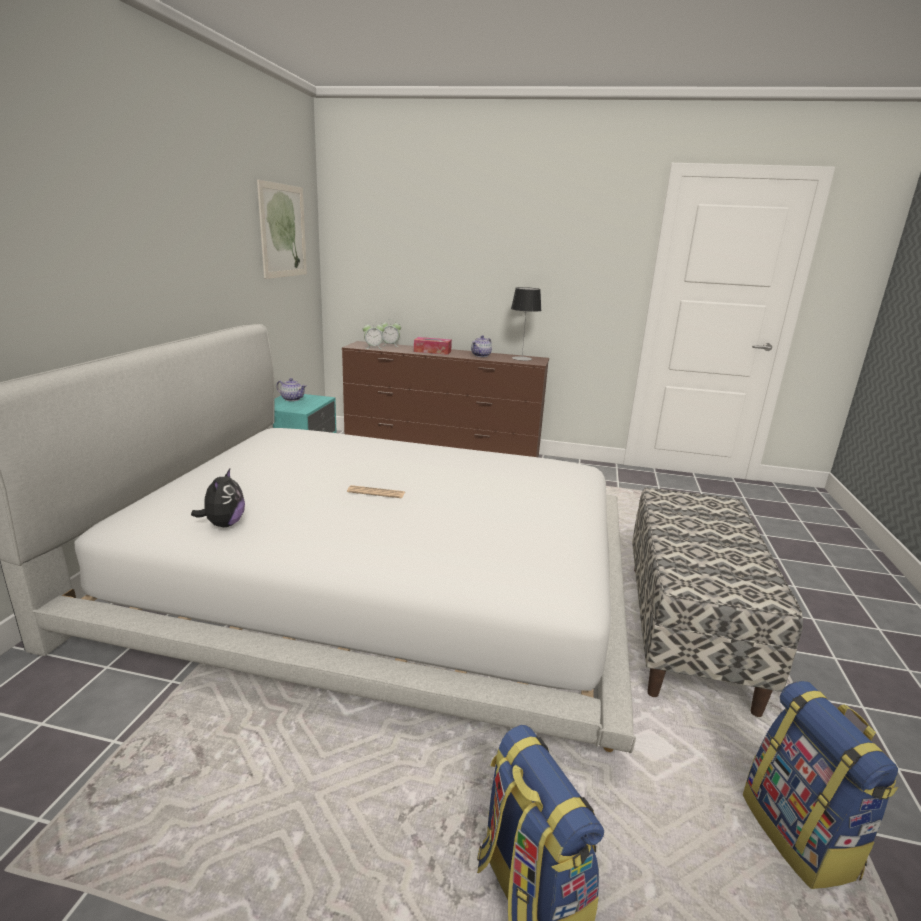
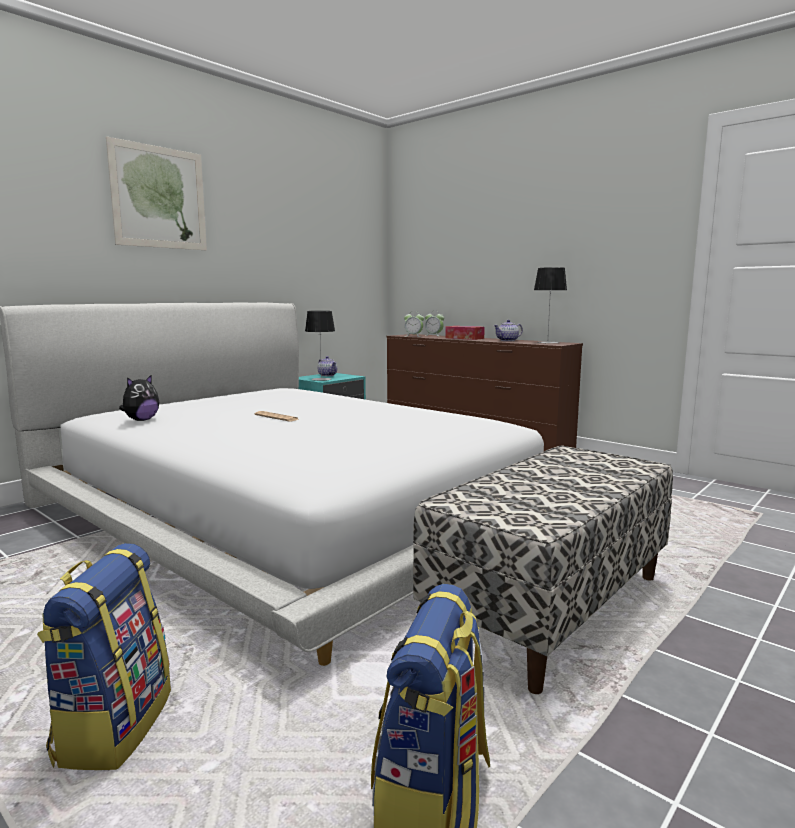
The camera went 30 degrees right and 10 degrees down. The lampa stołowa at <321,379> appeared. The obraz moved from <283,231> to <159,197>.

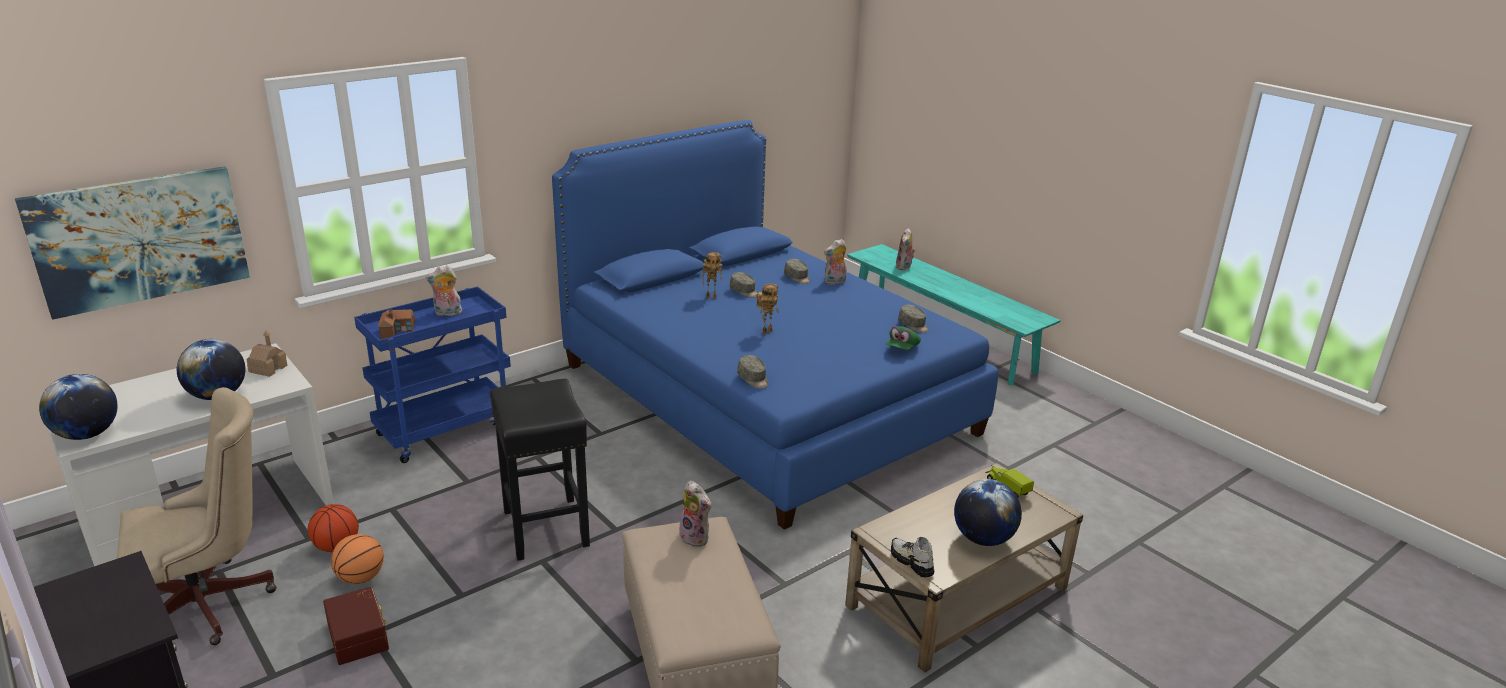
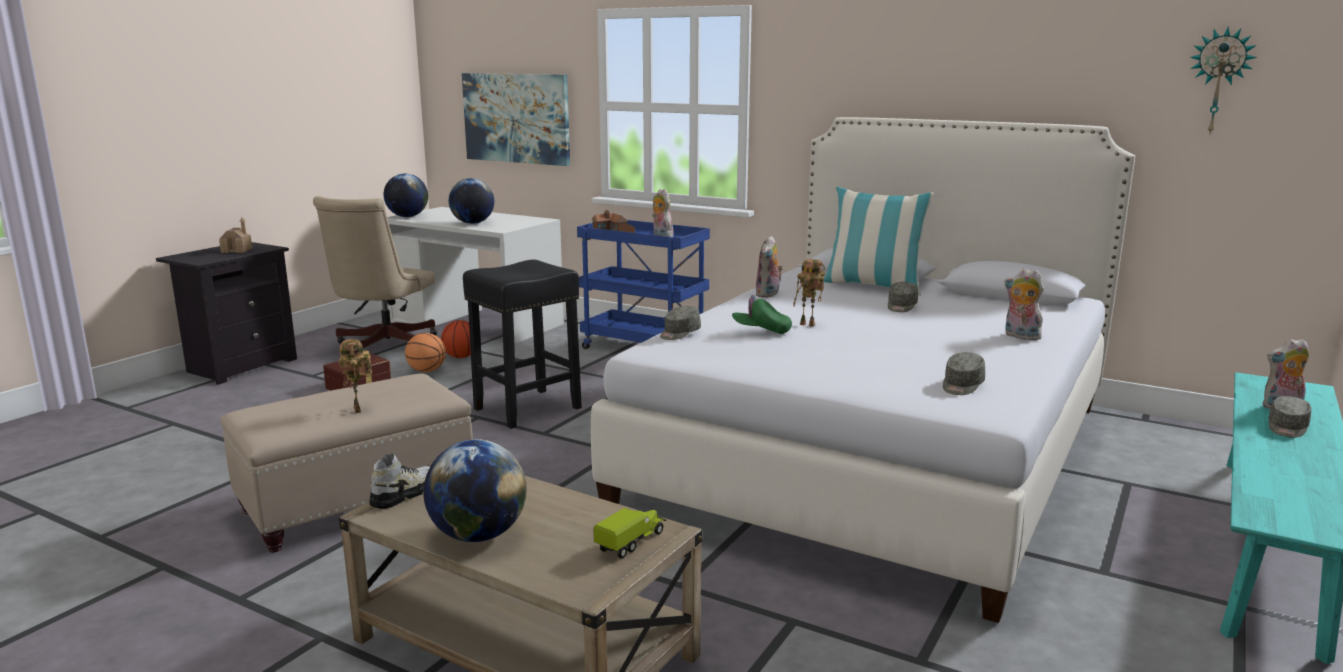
The camera went 70 degrees right and 10 degrees down. The poduszka at <873,286> appeared. The zegar ścienny at <1218,81> appeared. The domek moved from <268,369> to <237,250>. The pluszak moved from <696,537> to <768,294>. The robot zabawkowy moved from <712,297> to <359,410>. The czapka z daszkiem (szary) moved from <797,278> to <1287,428>. The czapka z daszkiem (zielony) moved from <902,348> to <761,330>. The łóżko (niebieski) at <764,398> became the łóżko (biały) at <875,452>. The krzesło biurowe (beżowy) at <211,604> turned 60 degrees clockwise.

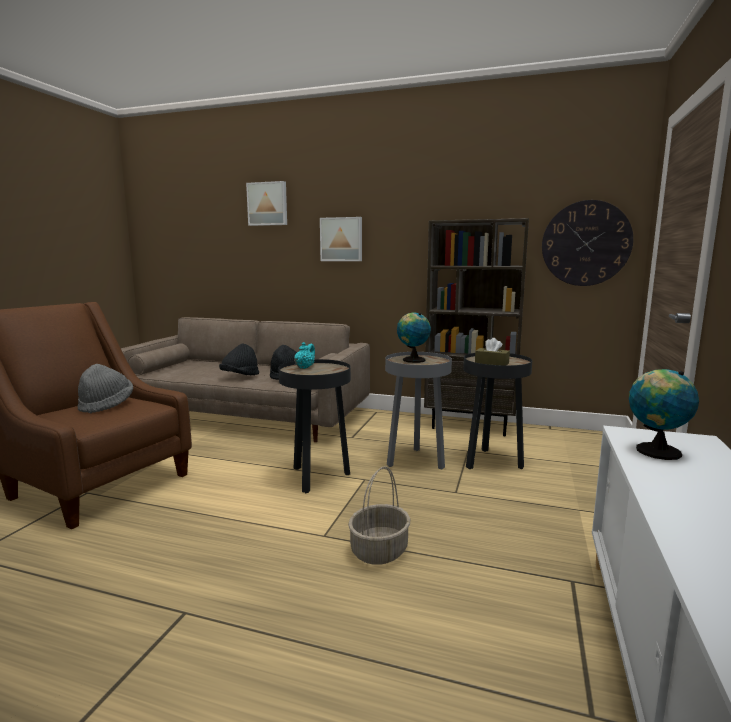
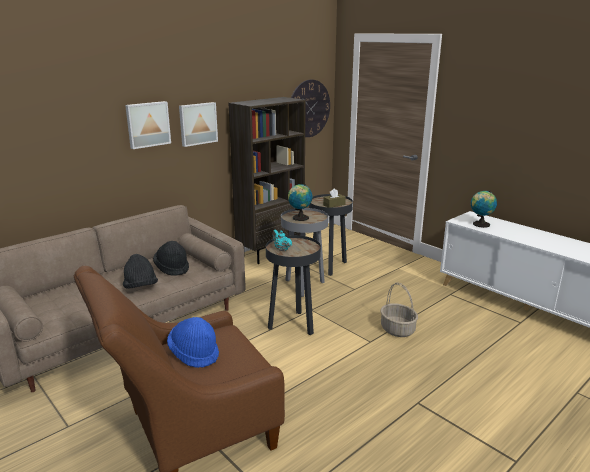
The camera went 60 degrees left and 10 degrees up. The obraz moved from <268,204> to <197,123>. The kapelusz (szary) at <106,405> became the kapelusz (niebieski) at <194,353>.

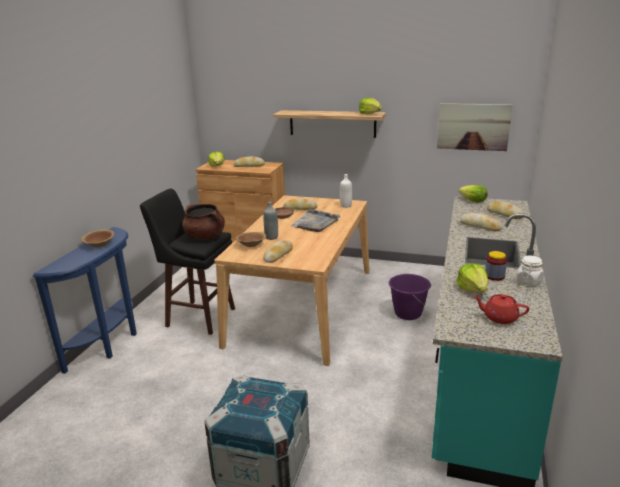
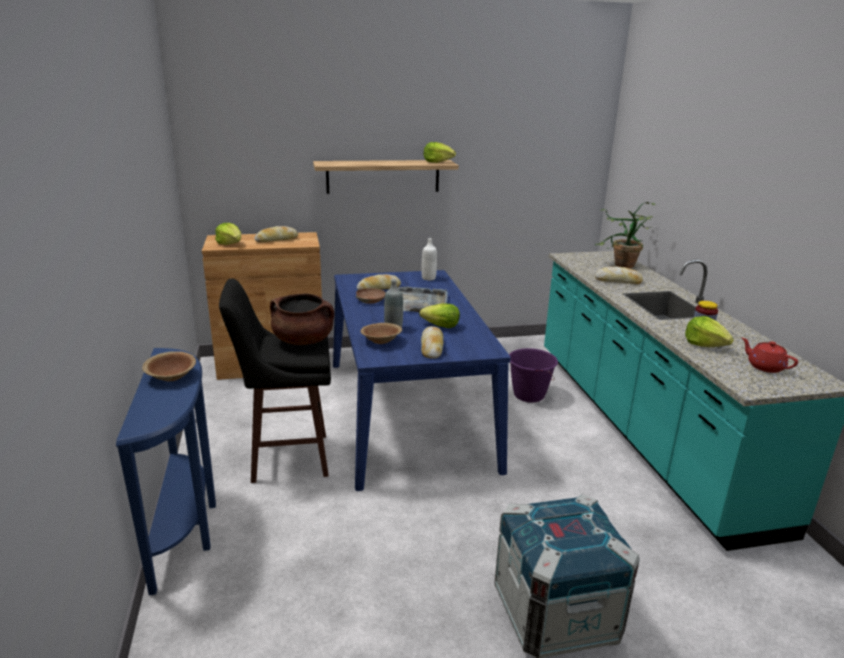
The camera went 30 degrees left and 0 degrees up. The obraz at <473,126> disappeared. The słoik (biały) at <528,281> disappeared. The sałata moved from <473,201> to <441,326>. The chleb at <504,214> was replaced by the roślina doniczkowa at <620,266>. The stół jadalny (beżowy) at <303,305> became the stół jadalny (niebieski) at <407,412>. The imbryk (czerwony) at <499,318> turned 60 degrees clockwise.

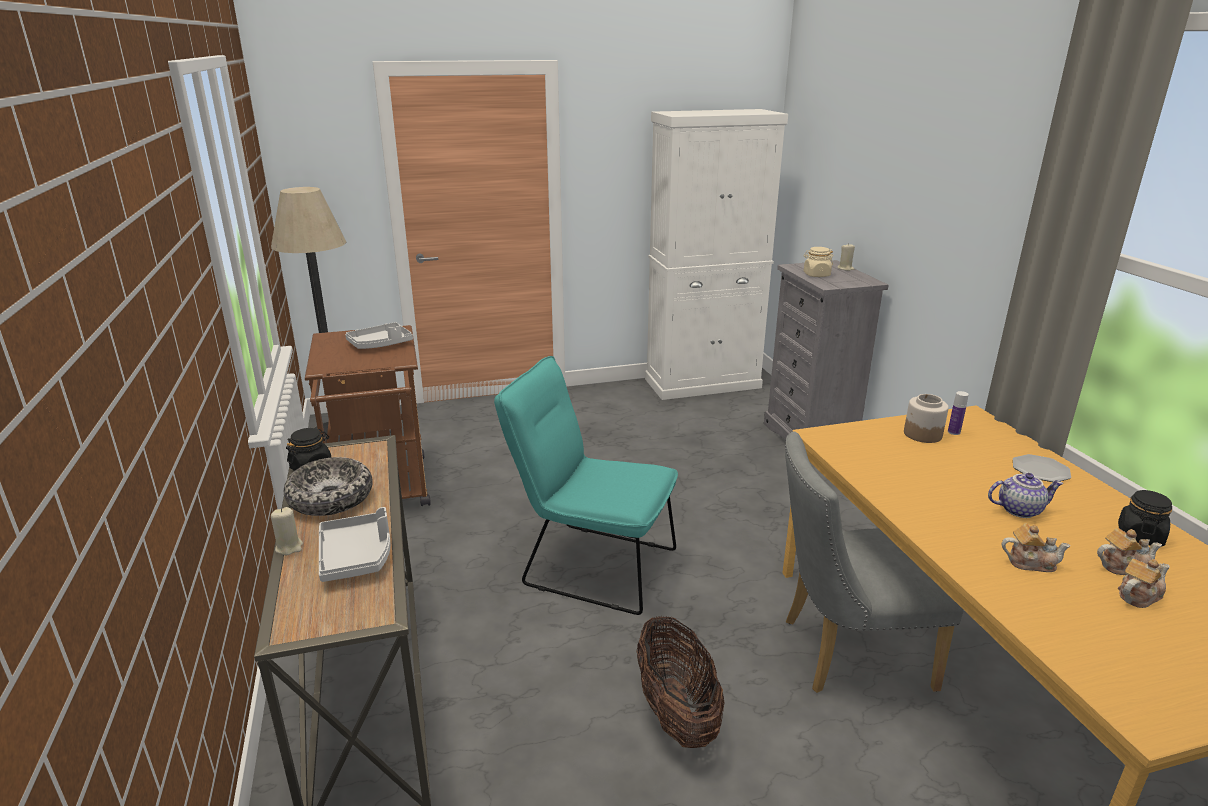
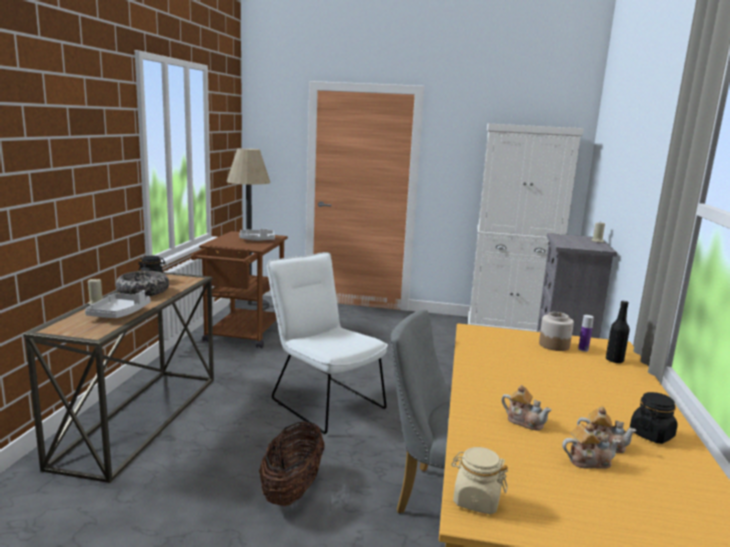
The camera went 25 degrees right and 10 degrees down. The imbryk at <1019,509> disappeared. The talerz at <1041,470> disappeared. The butelka (czarny) at <614,360> appeared. The słoik (beżowy) moved from <816,275> to <476,500>. The krzesło (turkusowy) at <590,564> became the krzesło (biały) at <323,401>.

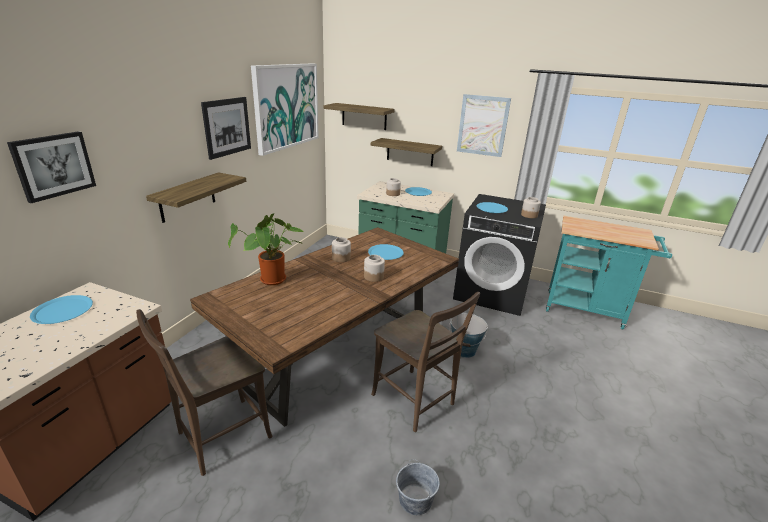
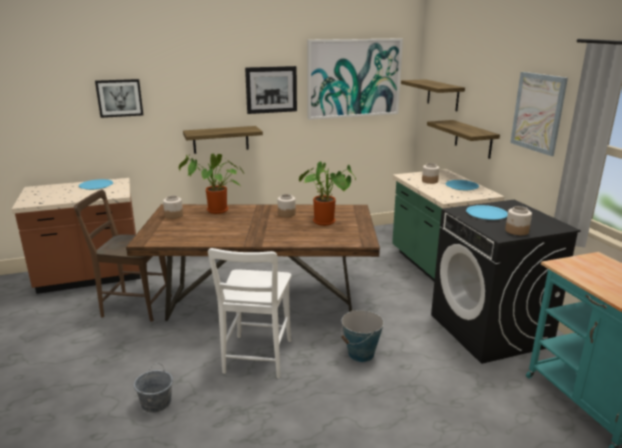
The camera went 50 degrees right and 5 degrees down. The słoik moved from <373,276> to <174,215>. The talerz (niebieski) at <385,253> was replaced by the roślina doniczkowa at <327,222>. The krzesło (brązowy) at <416,402> became the krzesło (biały) at <256,359>.

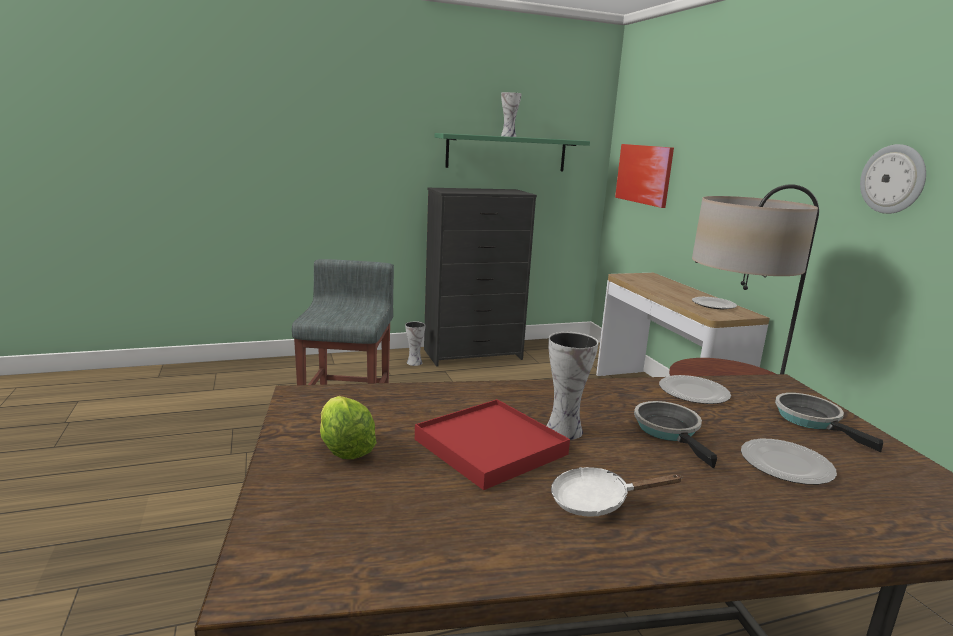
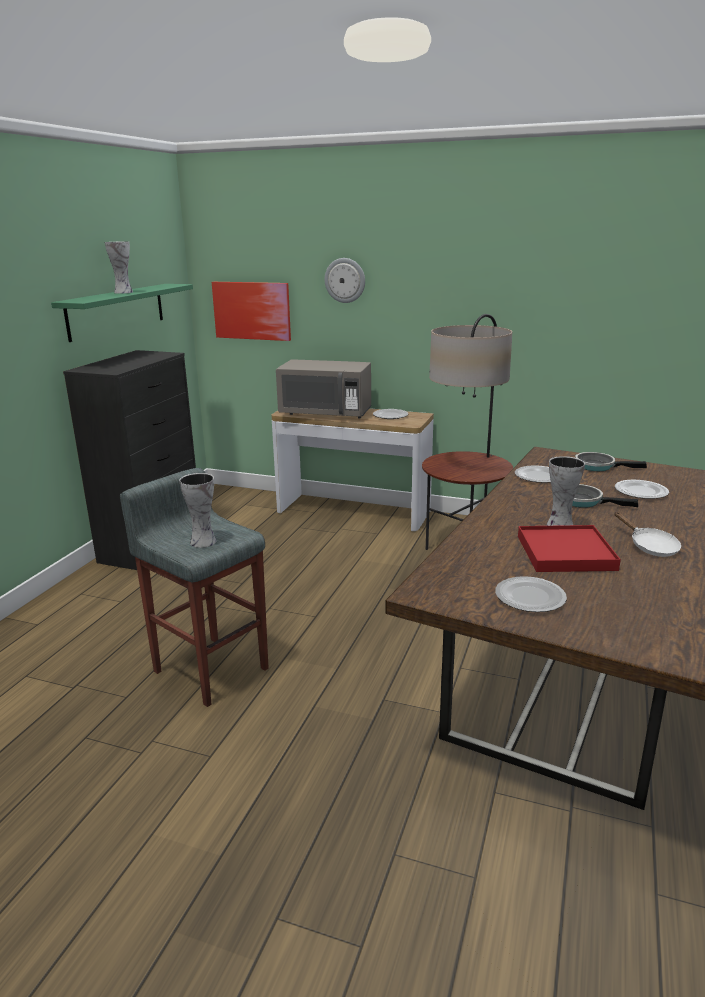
The camera went 50 degrees left and 5 degrees up. The mikrofalówka (szary) at <325,413> appeared. The wazon moved from <414,362> to <202,541>. The zegar ścienny moved from <893,179> to <345,280>. The sałata at <344,448> was replaced by the talerz at <530,597>. The patelnia (biały) at <597,501> turned 60 degrees counterclockwise.

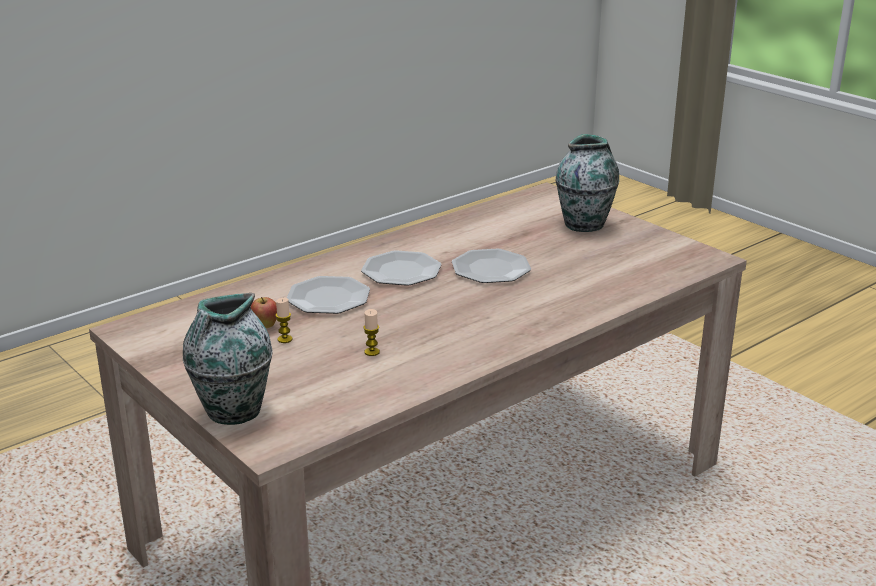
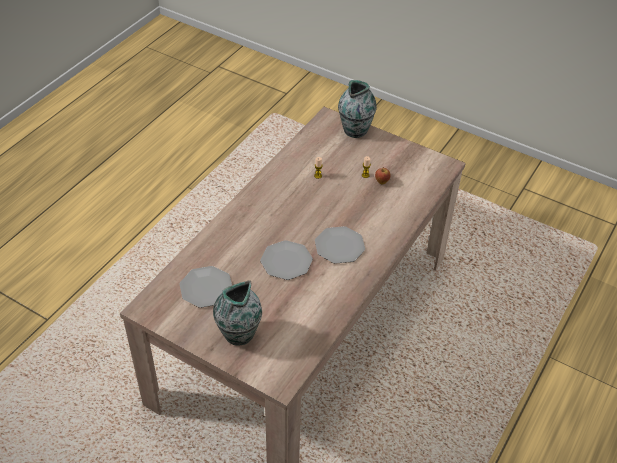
The camera went 160 degrees right and 20 degrees up. The talerz moved from <328,298> to <206,287>.

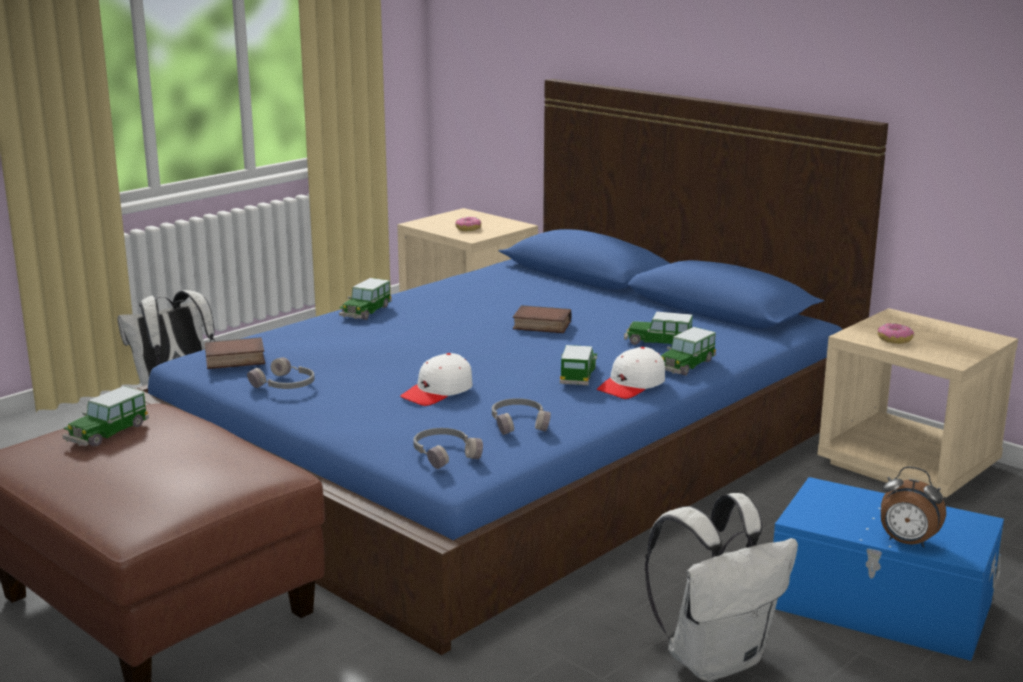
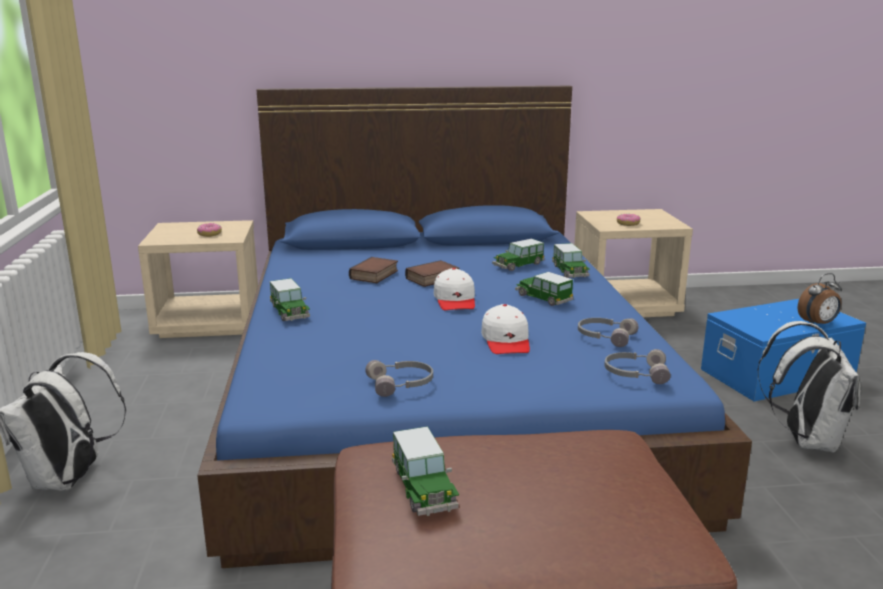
The camera went 50 degrees left and 0 degrees up. The książka moved from <234,360> to <375,275>. The czapka z daszkiem (biały) moved from <632,385> to <455,300>.

